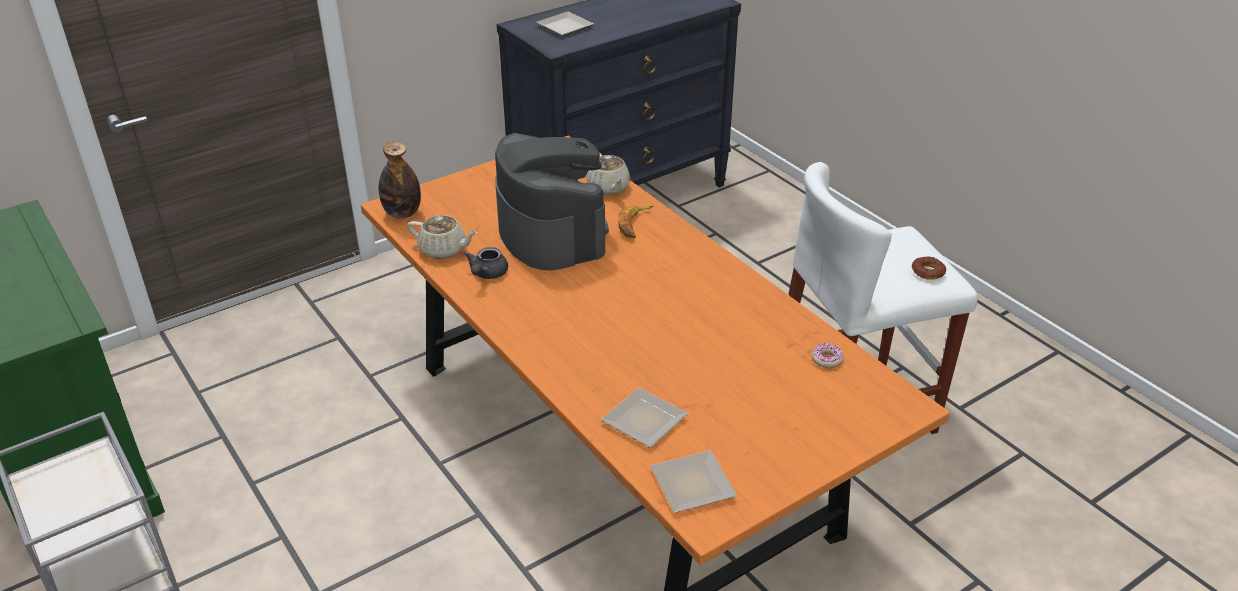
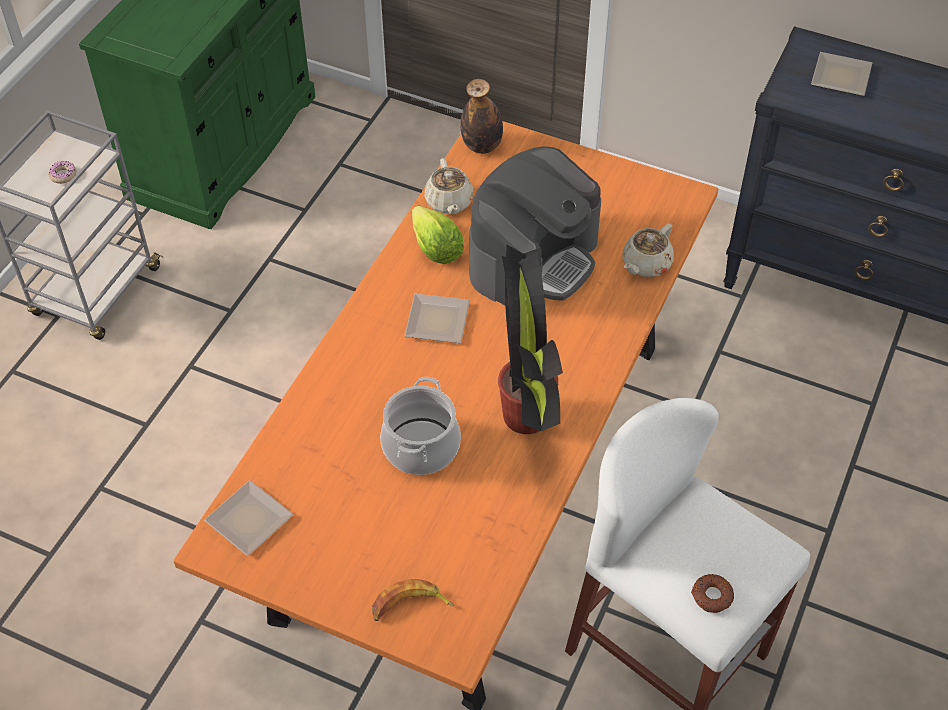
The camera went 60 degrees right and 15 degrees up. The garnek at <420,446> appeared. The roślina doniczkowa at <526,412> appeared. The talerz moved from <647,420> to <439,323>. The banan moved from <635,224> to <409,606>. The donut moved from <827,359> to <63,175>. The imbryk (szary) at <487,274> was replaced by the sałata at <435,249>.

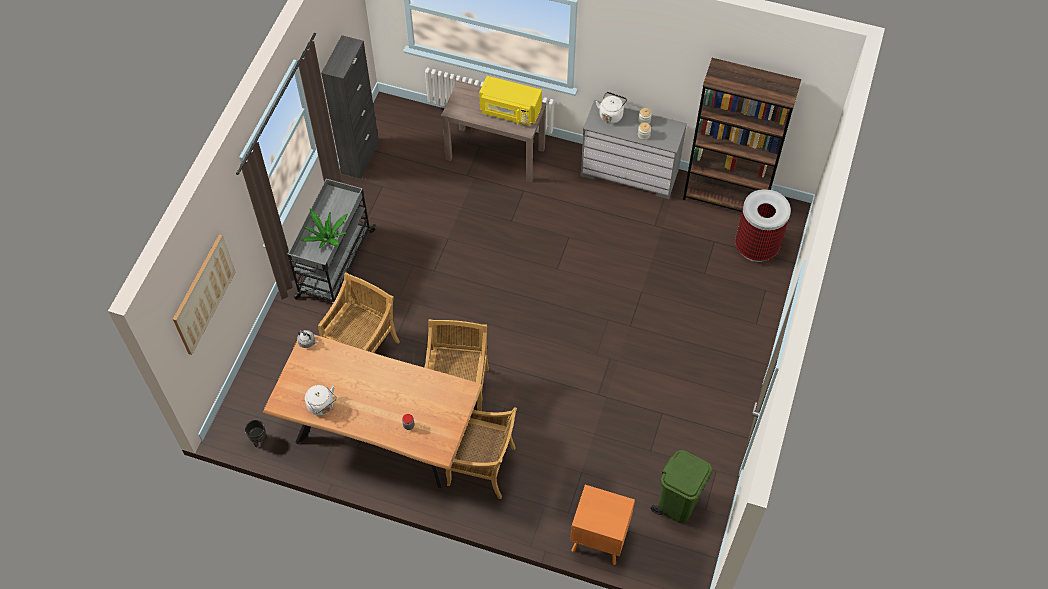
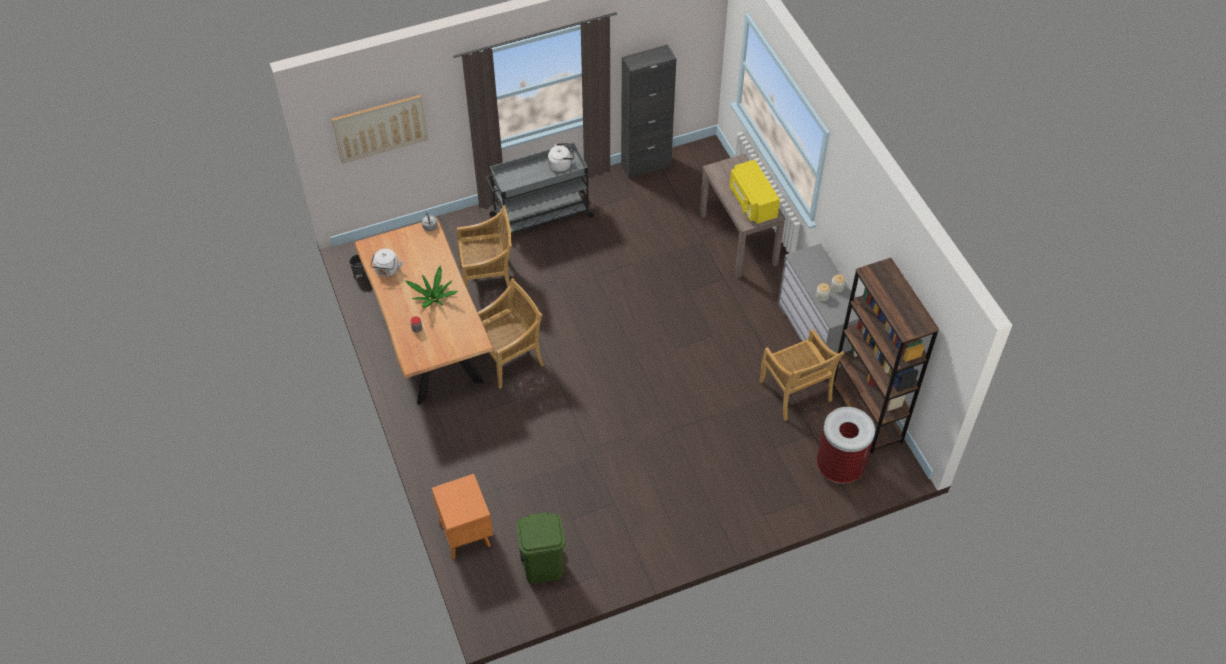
The camera went 50 degrees right and 5 degrees down. The roślina doniczkowa moved from <326,237> to <433,298>. The krzesło (beżowy) moved from <483,467> to <795,392>. The czajnik (biały) moved from <611,114> to <561,165>.

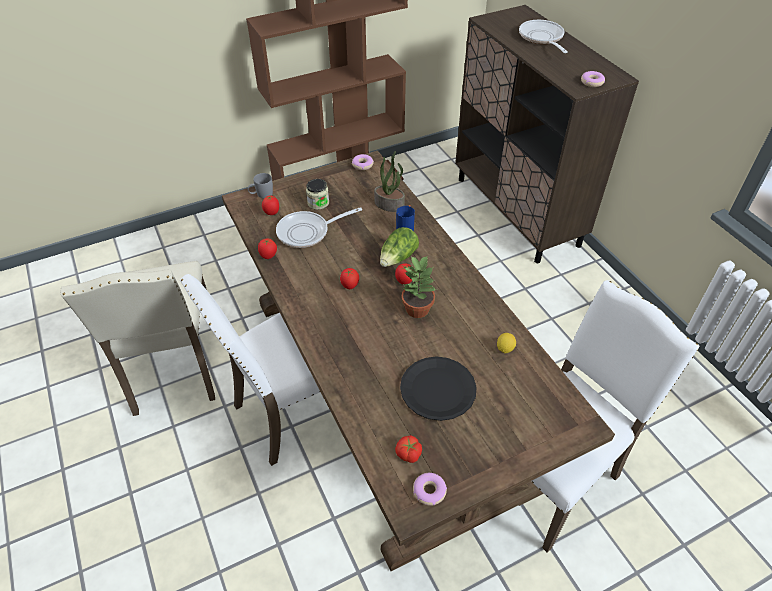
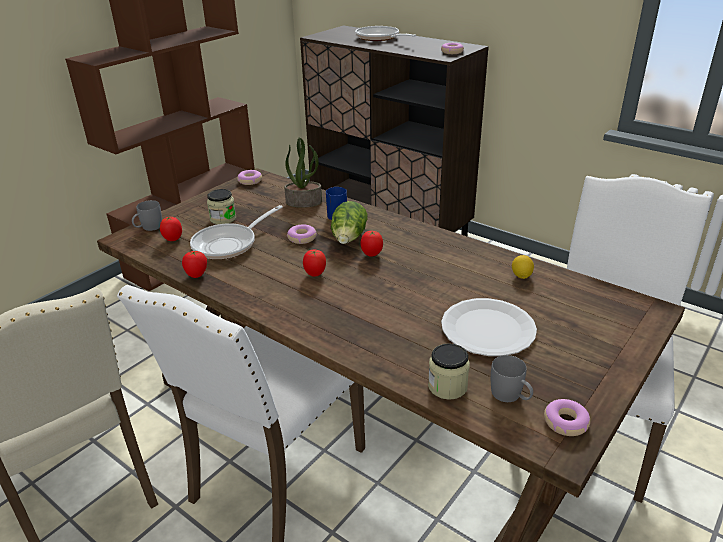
The camera went 25 degrees left and 15 degrees down. The roślina doniczkowa at <417,308> disappeared. The donut at <302,238> appeared. The słoik at <447,386> appeared. The pomidor at <408,453> was replaced by the kubek (szary) at <510,396>. The talerz (czarny) at <438,389> became the talerz (biały) at <488,329>.

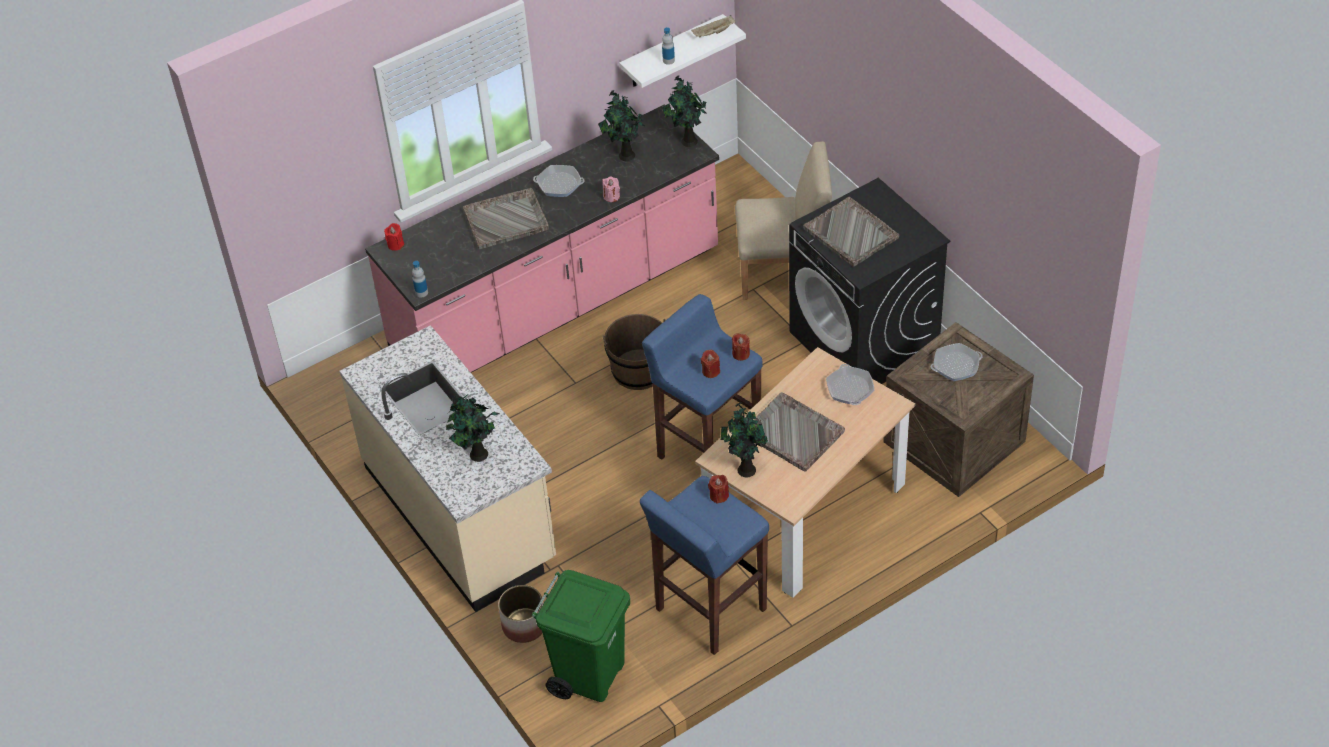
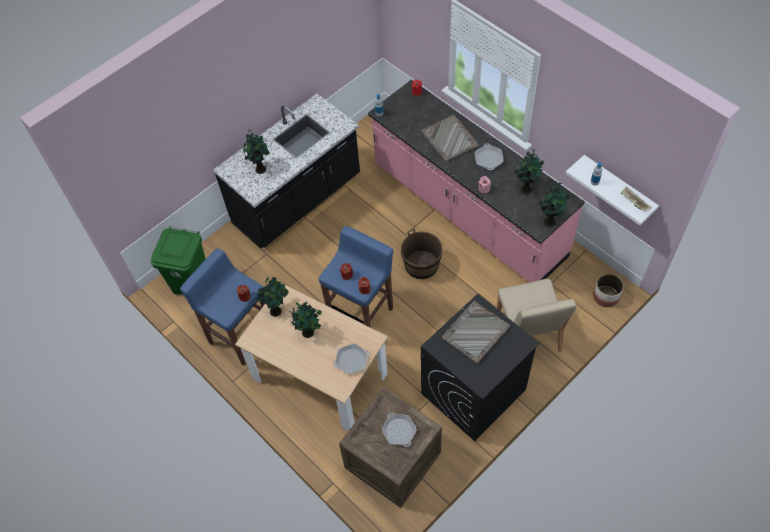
The camera went 80 degrees right and 10 degrees up. The donica moved from <524,625> to <606,296>. The taca (szary) at <792,433> was replaced by the roślina doniczkowa at <309,332>. The zabudowa kuchenna (beżowy) at <461,514> became the zabudowa kuchenna (czarny) at <297,201>.

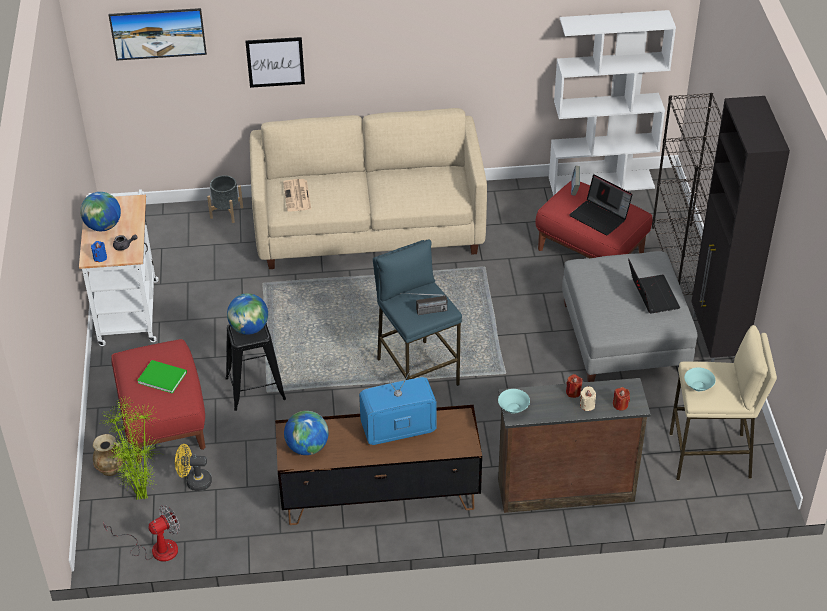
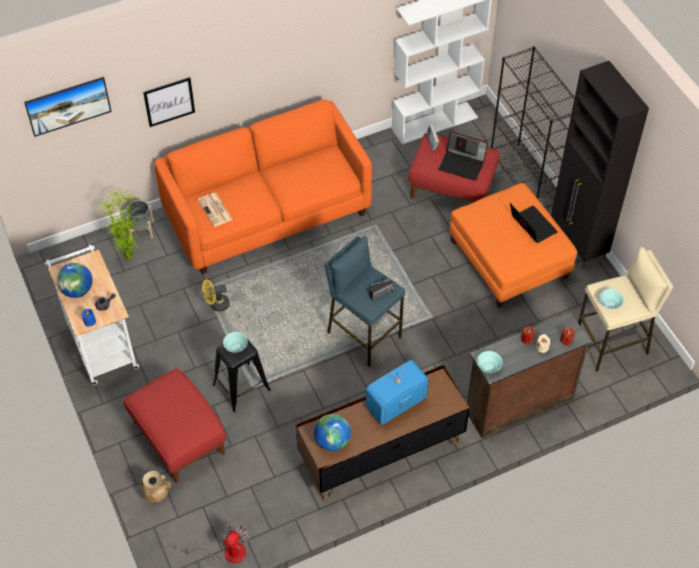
The camera went 20 degrees left and 10 degrees up. The książka (zielony) at <161,376> disappeared. The roślina doniczkowa moved from <143,498> to <130,258>. The wentylator (żółty) moved from <194,482> to <216,305>. The globus at <249,328> was replaced by the miska (turkusowy) at <236,347>. The kanapa (beżowy) at <369,227> became the kanapa (pomarańczowy) at <267,213>. The pufa (szary) at <623,337> became the pufa (pomarańczowy) at <508,259>.

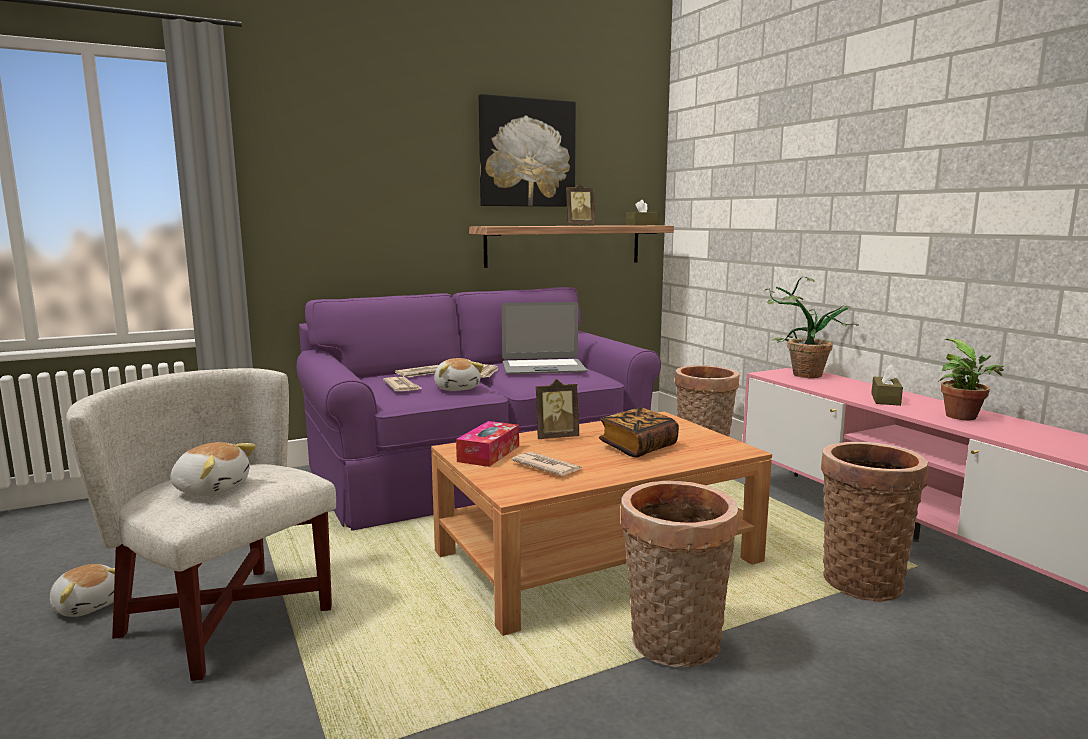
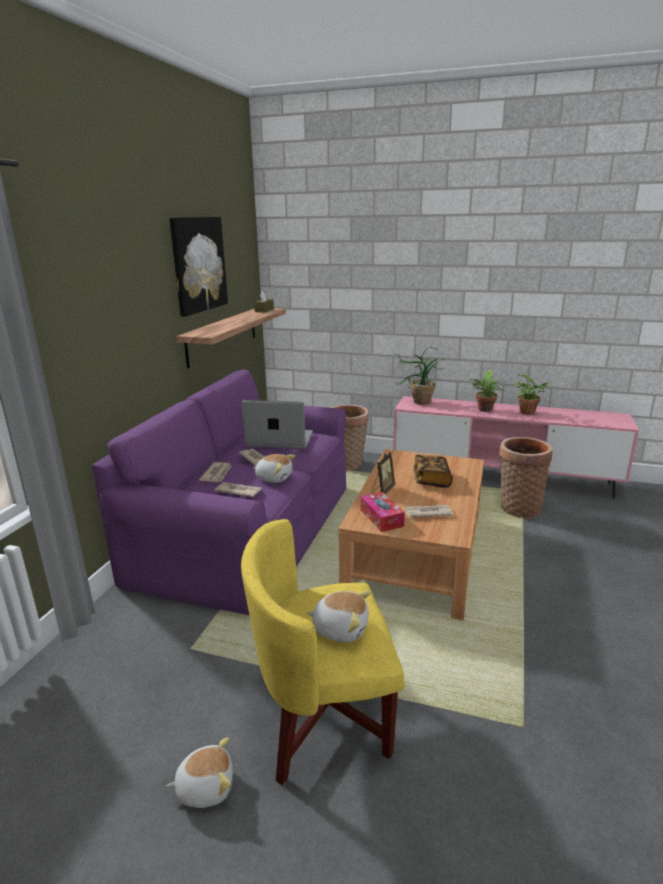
The camera went 45 degrees left and 10 degrees up. The ramka na zdjęcie at <579,225> disappeared. The koszyk at <673,646> disappeared. The pudełko chusteczek (brązowy) at <885,399> was replaced by the roślina doniczkowa at <484,410>. The fotel (biały) at <228,619> became the fotel (żółty) at <322,716>. The pluszak at <212,488> turned 45 degrees clockwise. The laptop at <543,368> turned 120 degrees counterclockwise.

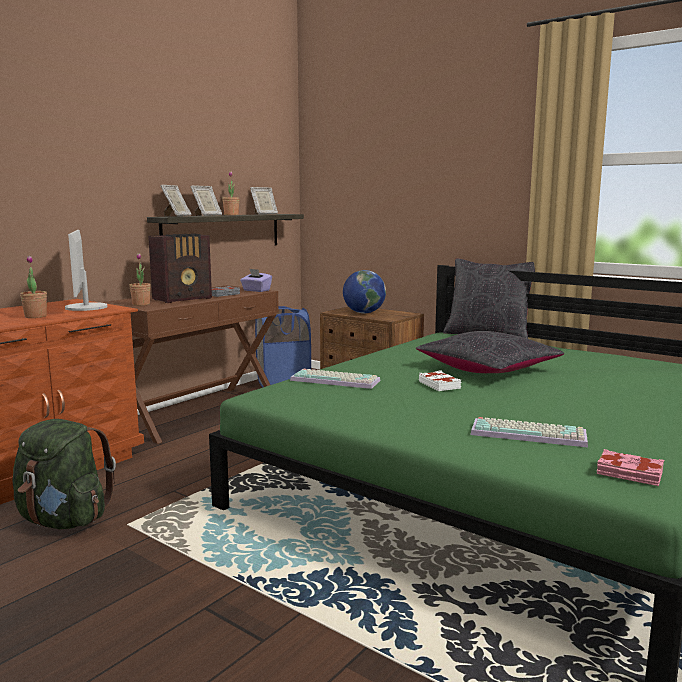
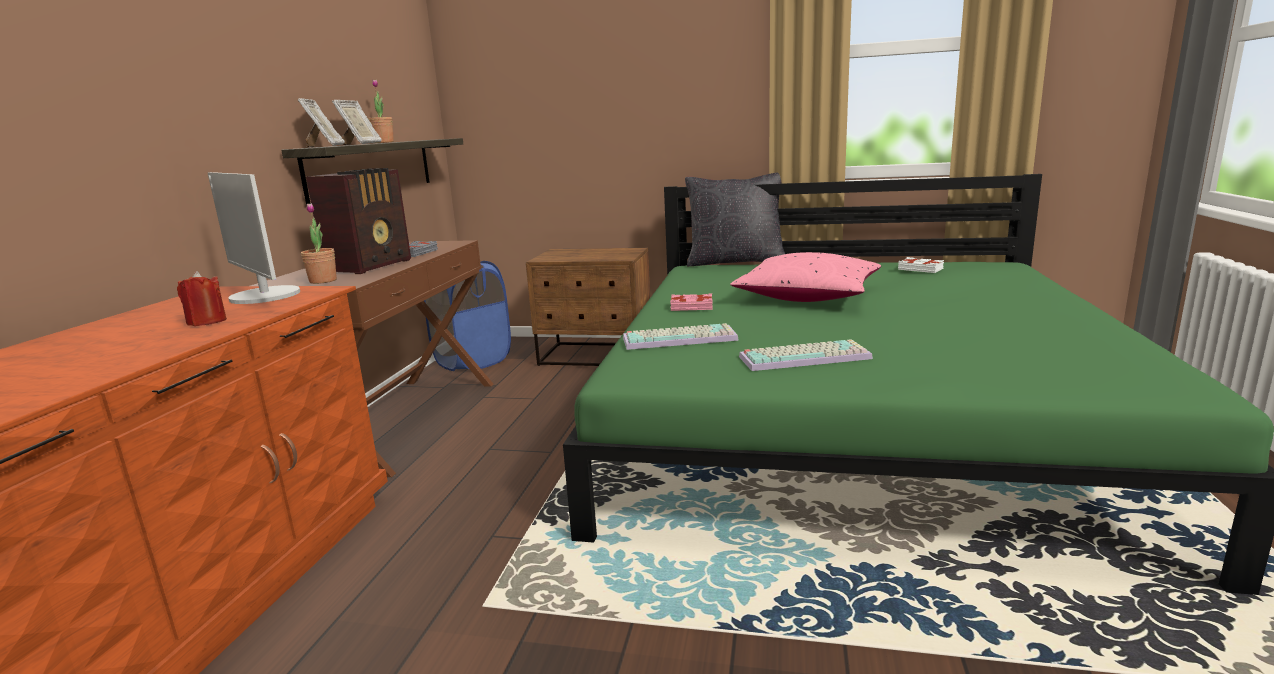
The camera went 25 degrees left and 5 degrees up. The plecak (zielony) at <64,520> disappeared. The pudełko chusteczek (fioletowy) at <256,290> disappeared. The ramka na zdjęcie at <264,214> disappeared. The globus at <364,313> disappeared. The książka (biały) moved from <440,385> to <920,269>. The klawiatura moved from <530,433> to <805,357>. The książka (różowy) moved from <629,474> to <691,307>. The roślina doniczkowa at <35,316> was replaced by the świeca (czerwony) at <207,322>. The poduszka (czarny) at <487,369> became the poduszka (różowy) at <807,296>.

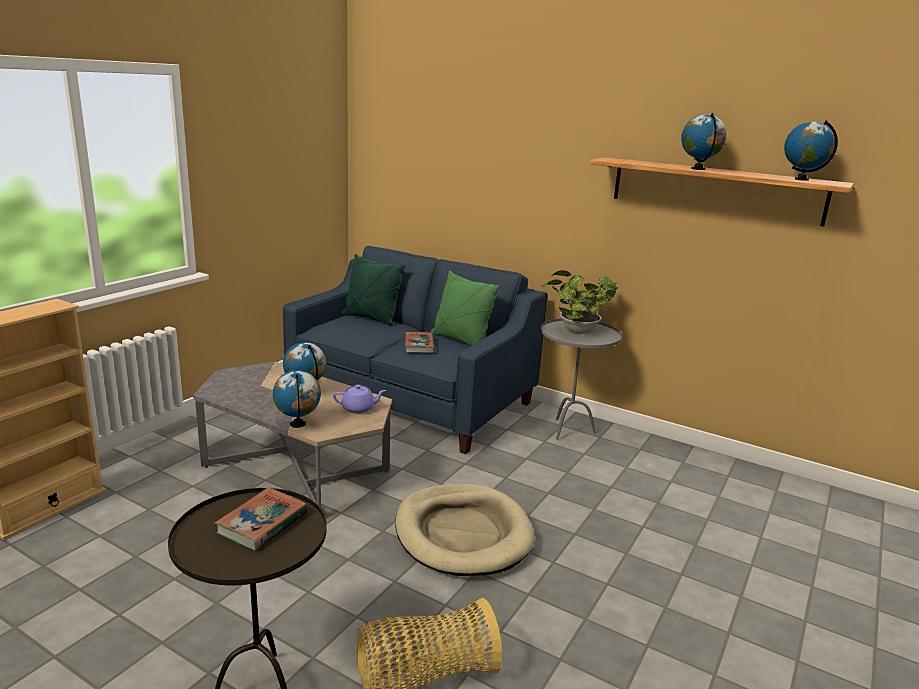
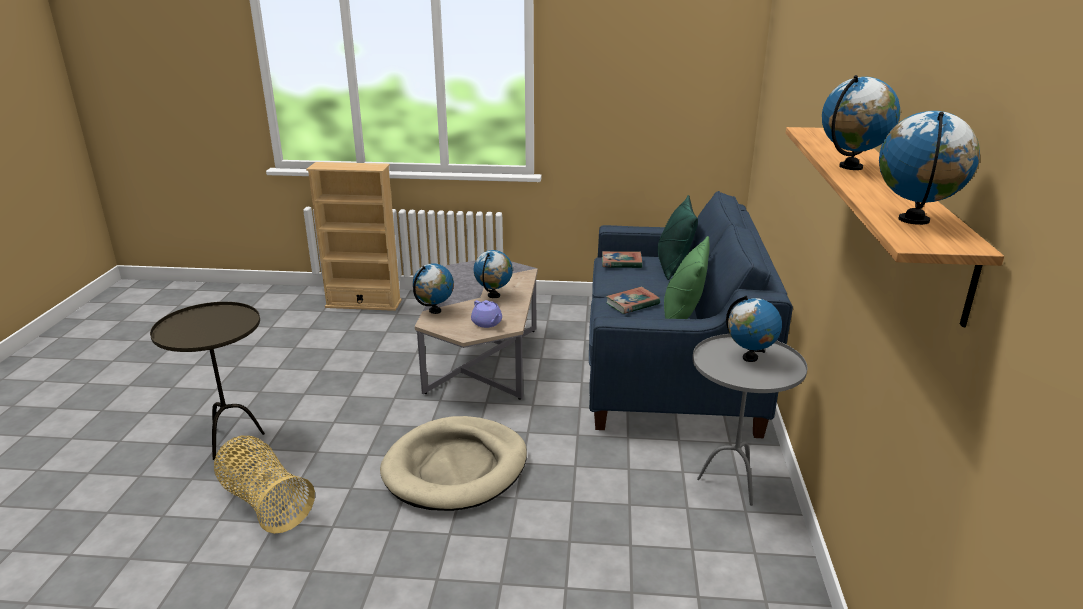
The camera went 65 degrees right and 5 degrees up. The książka moved from <262,523> to <621,263>. The roślina doniczkowa at <575,331> was replaced by the globus at <750,358>.

